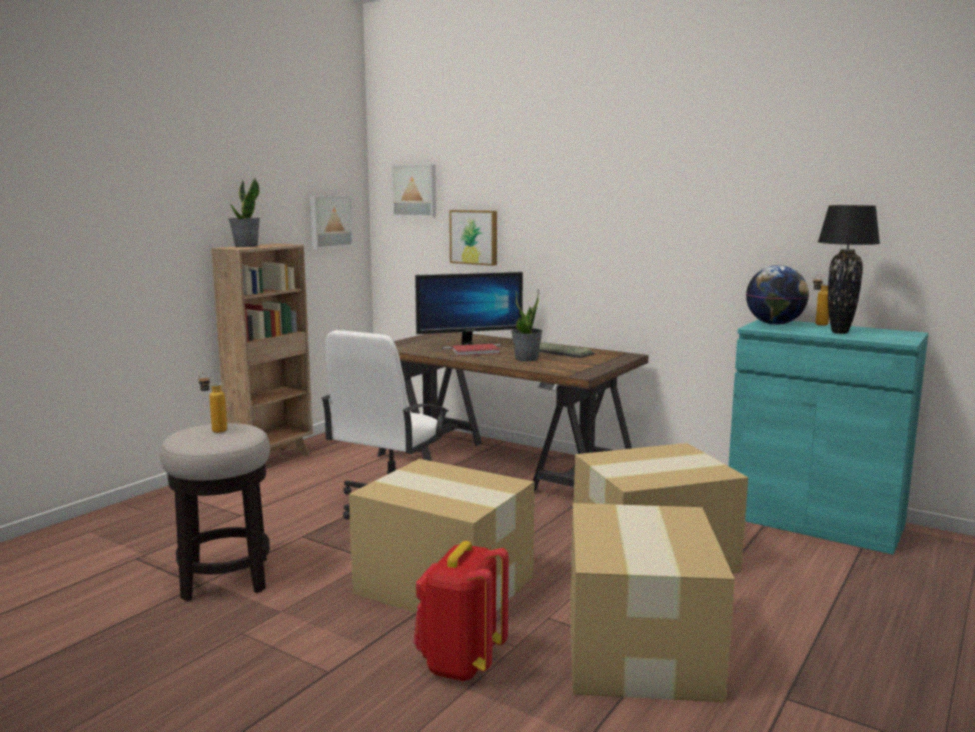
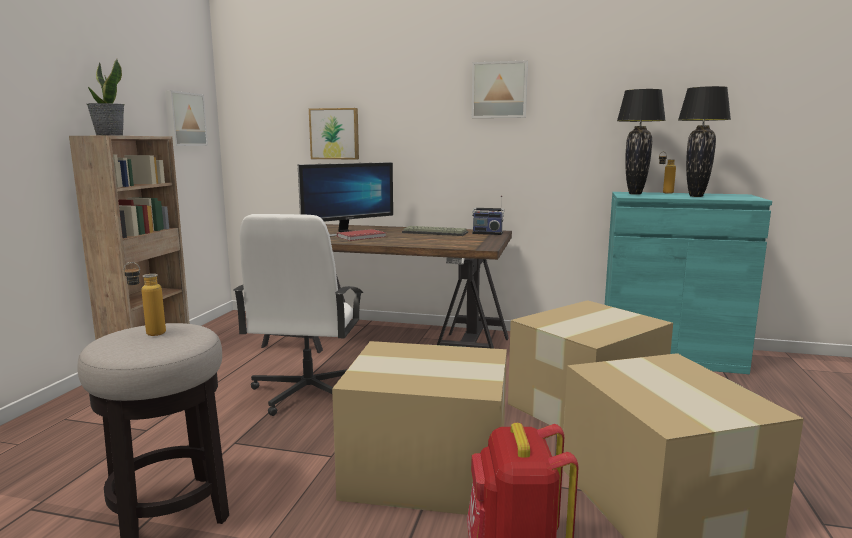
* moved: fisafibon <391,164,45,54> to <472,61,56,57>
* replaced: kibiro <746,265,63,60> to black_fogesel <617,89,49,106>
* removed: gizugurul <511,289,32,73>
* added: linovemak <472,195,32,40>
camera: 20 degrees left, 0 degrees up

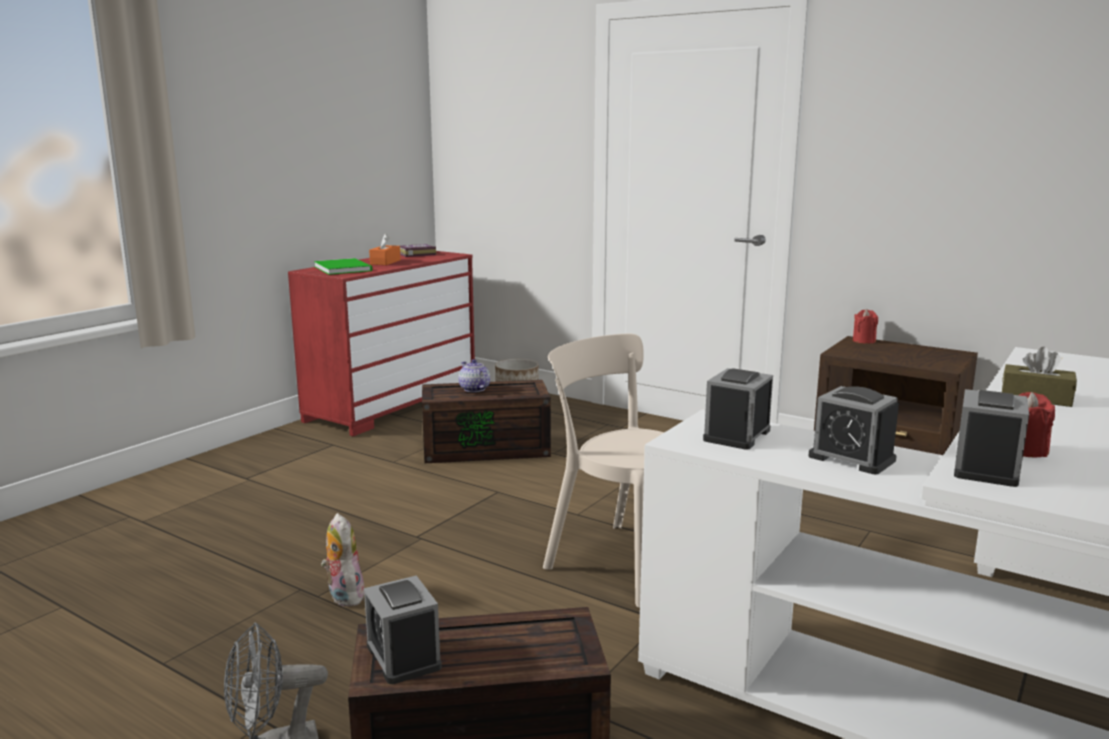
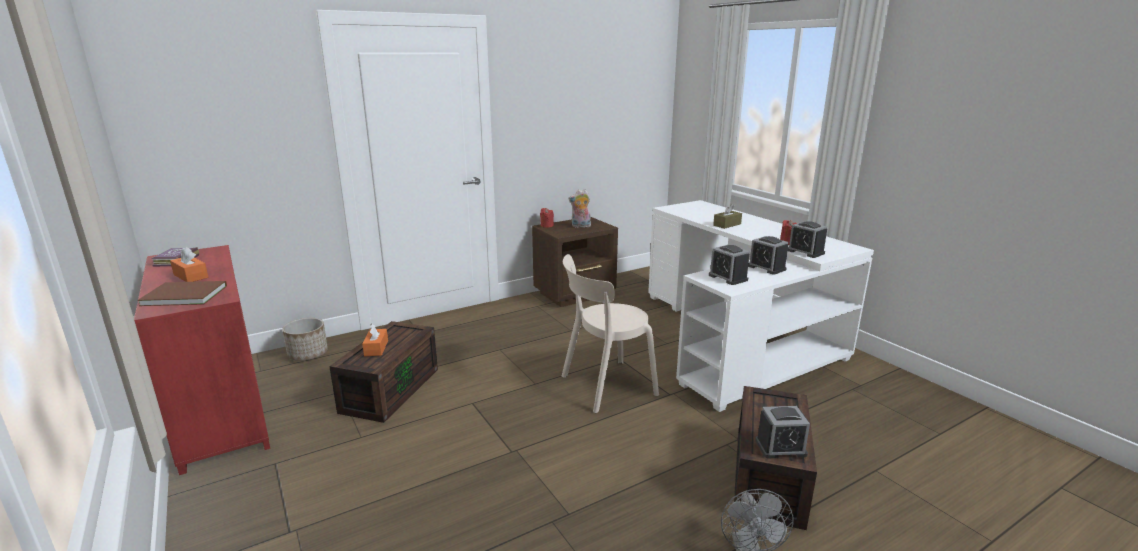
* recoloured: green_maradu <314,258,58,17> to brown_maradu <138,281,89,25>
* replaced: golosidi <459,359,31,33> to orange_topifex <362,324,26,32>
* turned: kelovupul <809,386,90,88> = <748,236,40,39> 75 degrees clockwise
* moved: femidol <321,513,43,94> to <568,189,23,39>
camera: 65 degrees left, 5 degrees up

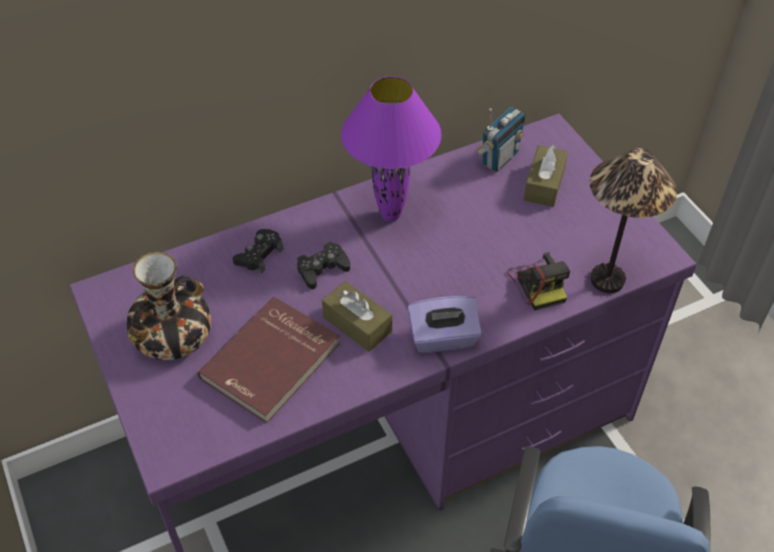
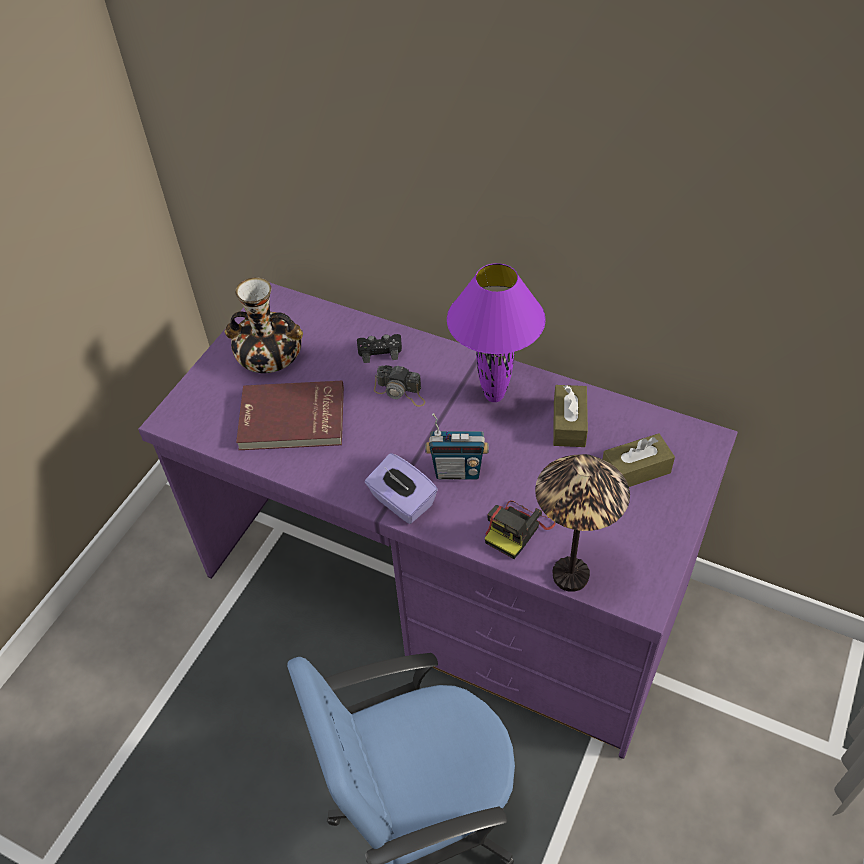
* moved: linovemak <476,107,50,65> to <425,413,64,67>
* replaced: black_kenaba <297,242,53,47> to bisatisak <374,365,51,42>
* moved: brown_topifex <322,281,70,71> to <553,385,35,62>
camera: 55 degrees right, 0 degrees up

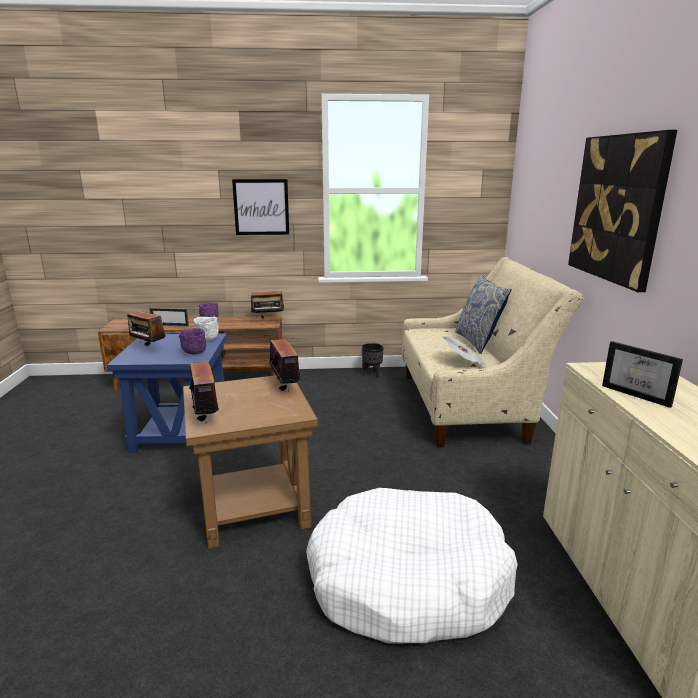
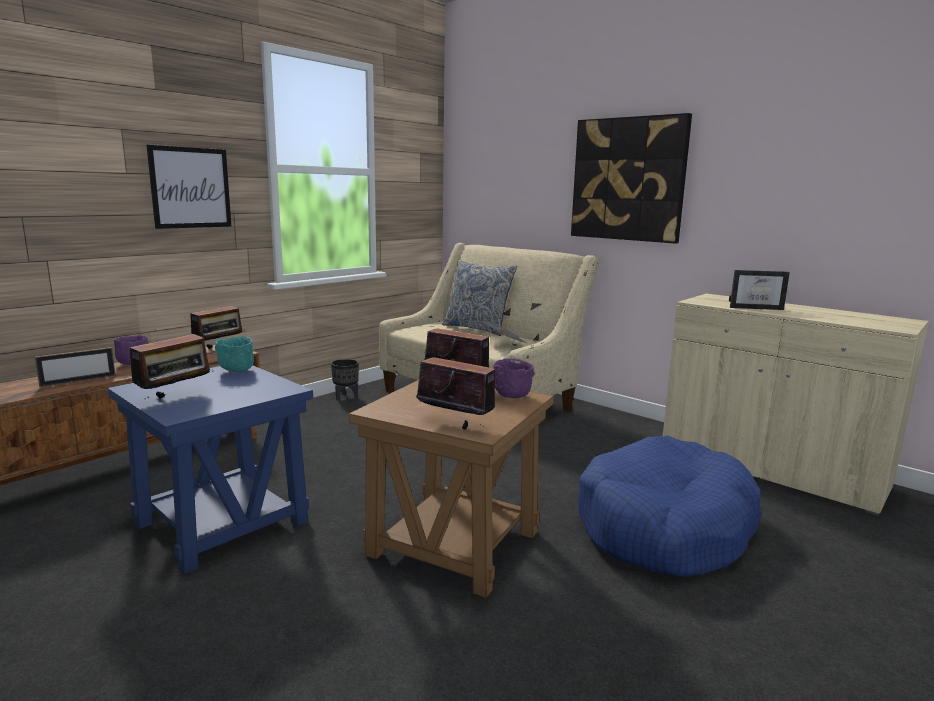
* turned: linovemak <127,304,39,42> = <130,334,84,65> 45 degrees counterclockwise
* recoloured: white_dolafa <194,317,24,23> to turquoise_dolafa <215,336,39,36>
* moved: purple_dolafa <179,328,27,26> to <494,358,41,40>
* recoloured: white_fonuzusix <306,488,212,156> to blue_fonuzusix <578,436,184,141>
camera: 45 degrees left, 5 degrees down

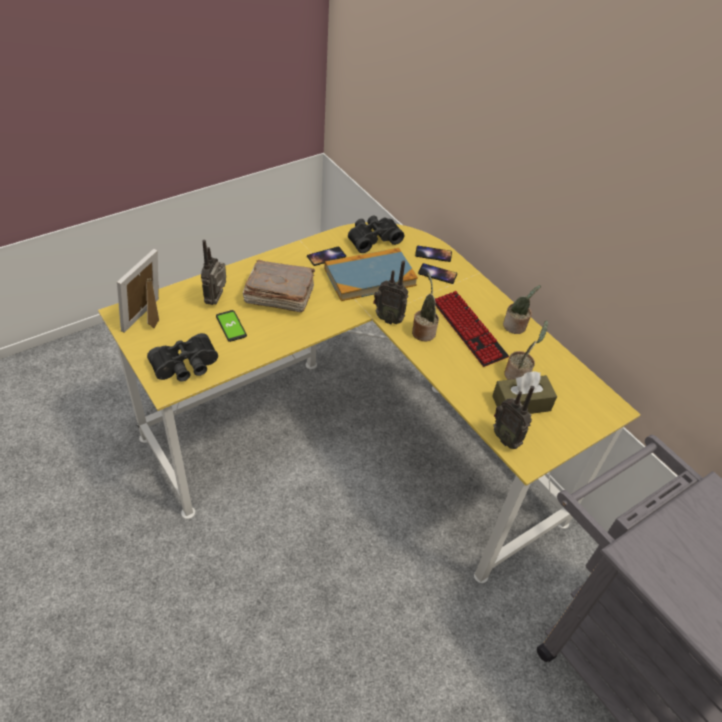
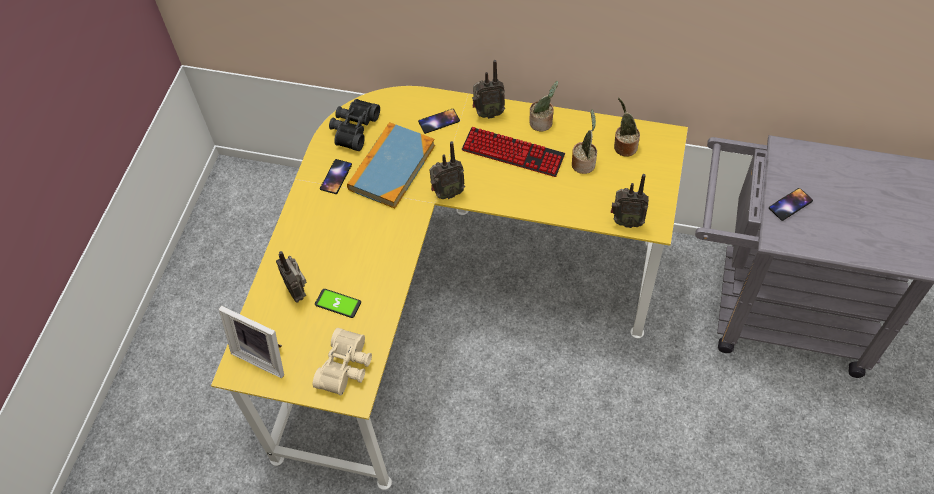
* moved: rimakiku <415,246,37,16> to <769,188,44,33>
* turned: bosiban <117,249,42,84> = <219,306,65,72> 45 degrees counterclockwise
* removed: brown_maradu <243,260,72,52>
* moved: gizugurul <412,272,27,69> to <614,98,26,58>
* recoloured: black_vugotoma <147,333,71,49> to beige_vugotoma <313,328,59,68>
* removed: brown_topifex <492,371,65,43>
* added: linovemak <472,60,33,59>
camera: 35 degrees left, 10 degrees up

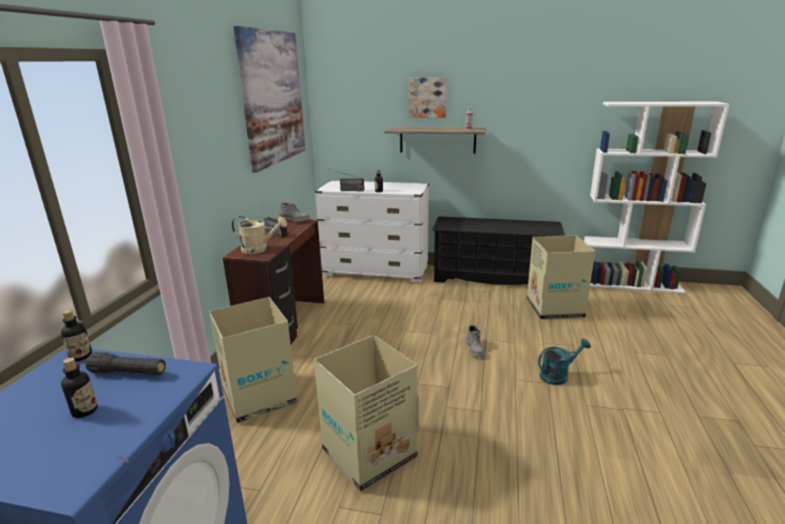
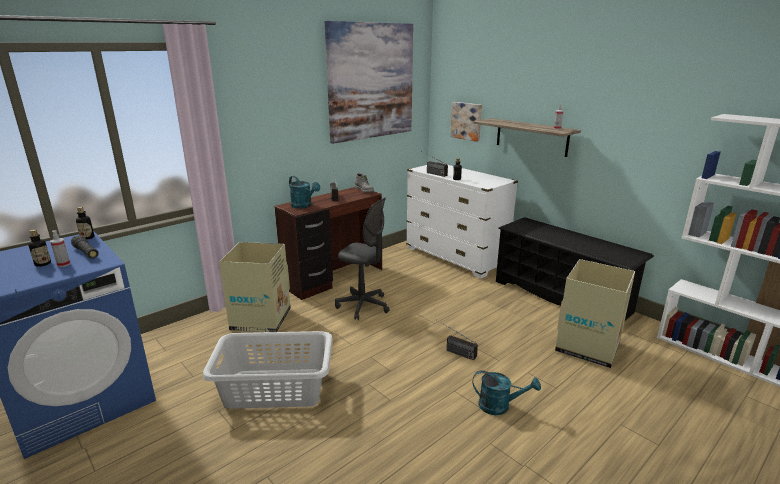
* moved: fisafibon <408,77,39,41> to <450,102,32,40>
* recoloured: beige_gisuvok <232,216,55,38> to turquoise_gisuvok <289,176,31,33>
* replaced: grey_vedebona <466,325,19,32> to linovemak <437,320,41,40>
* replaced: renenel <314,335,105,156> to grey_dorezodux <203,331,130,78>
* added: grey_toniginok <335,198,55,122>
* added: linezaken <50,230,20,37>
camera: 35 degrees right, 0 degrees up

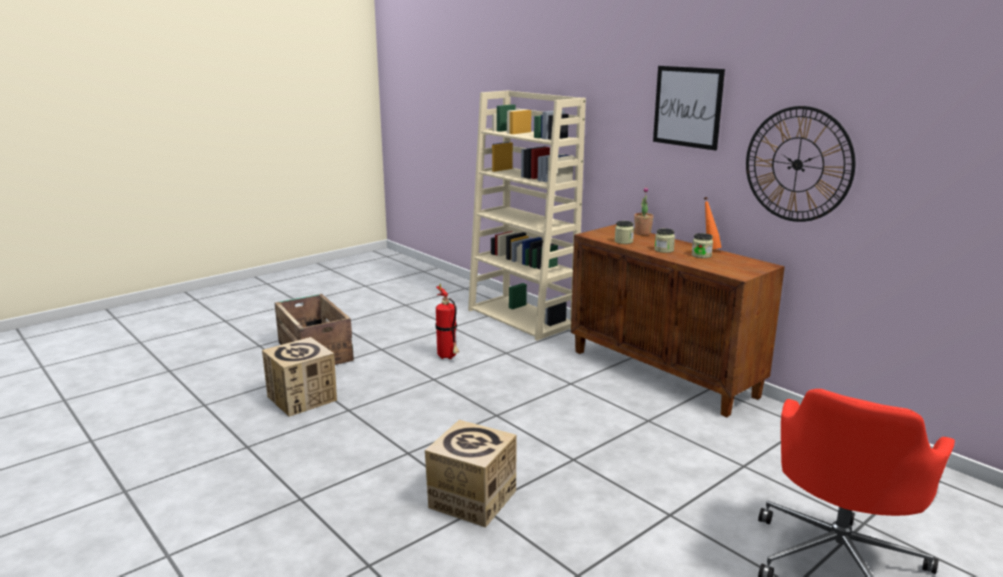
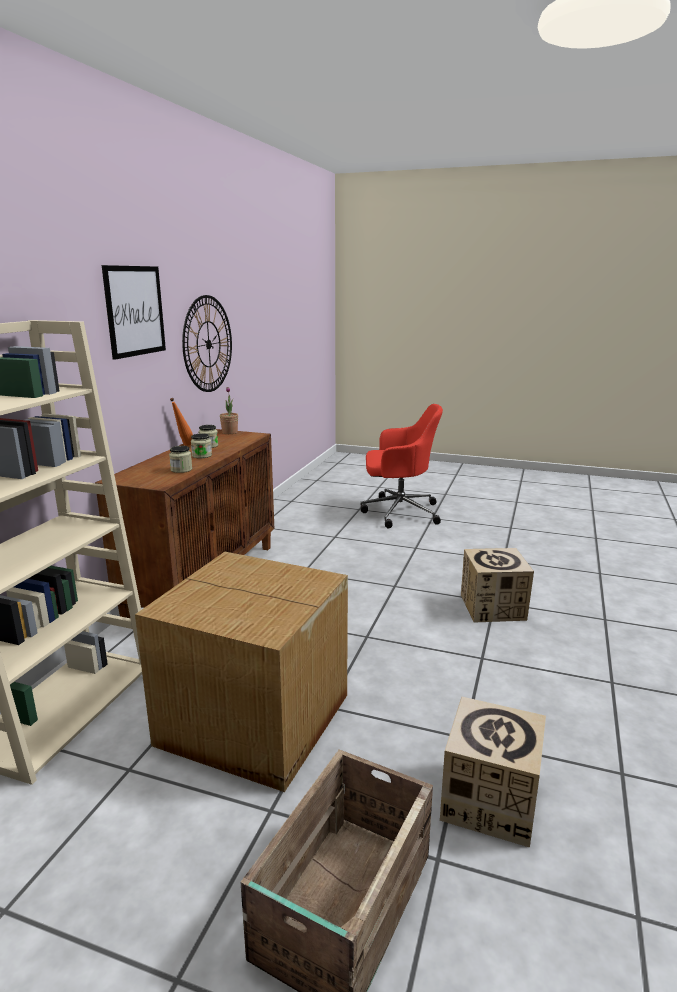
* moved: gizugurul <634,186,20,49> to <220,387,18,47>
* replaced: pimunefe <435,284,24,75> to renenel <135,552,213,240>
camera: 120 degrees left, 0 degrees up

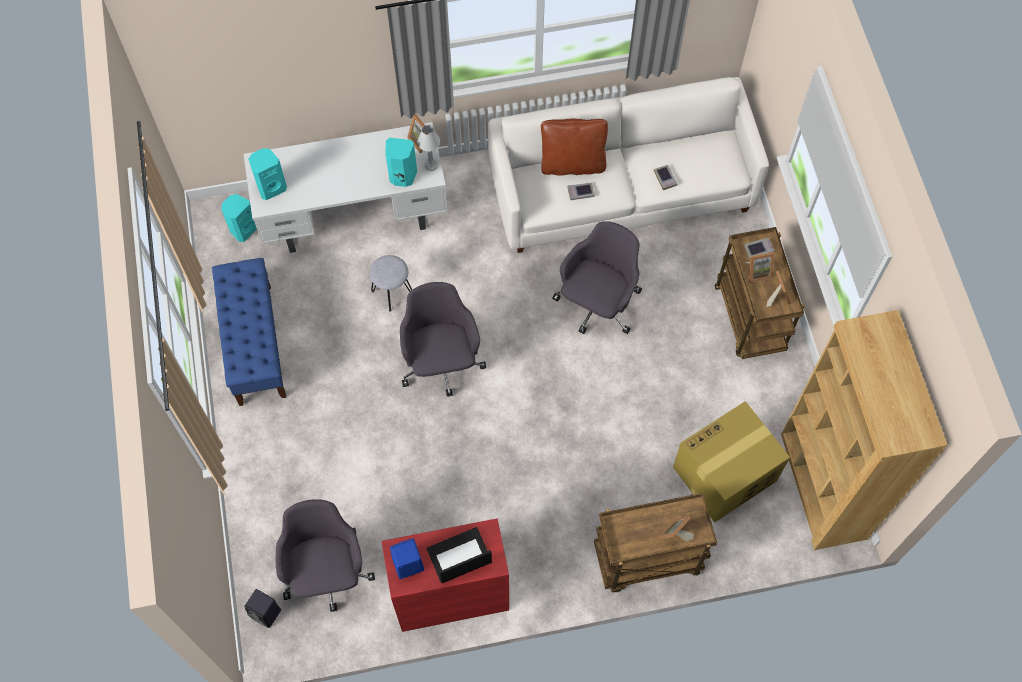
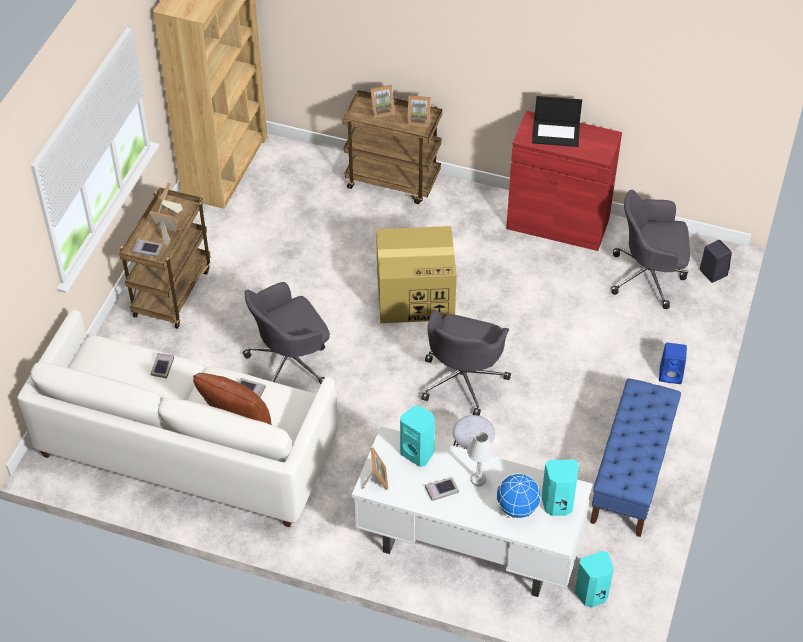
* moved: white_fogesel <418,125,22,46> to <467,432,27,54>
* moved: renenel <673,401,117,122> to <376,226,81,97>
* turned: grey_toniginok <276,499,99,113> = <611,190,79,119> 75 degrees clockwise
* moved: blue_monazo <390,539,34,40> to <659,343,28,41>
* added: bosiban <407,95,24,32>
* added: kibiro <496,473,45,46>
* added: maradu <425,477,34,24>
camera: 150 degrees left, 15 degrees down

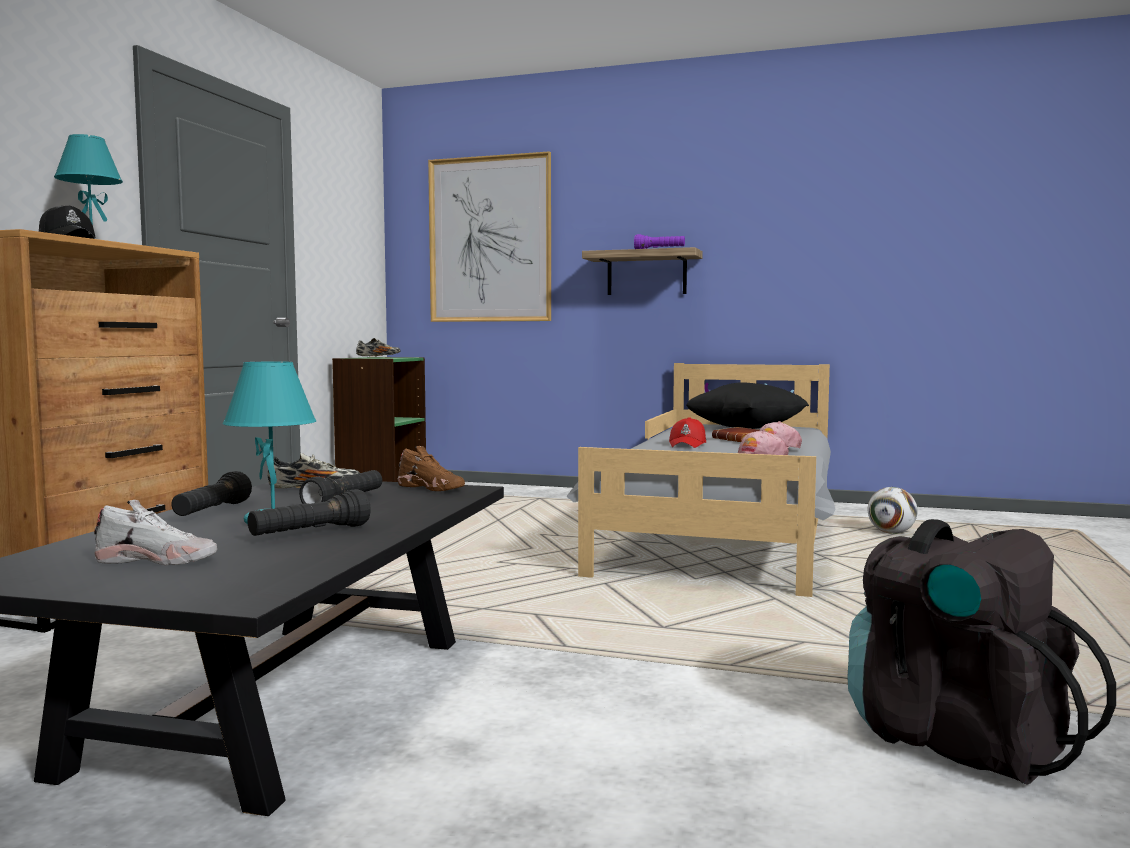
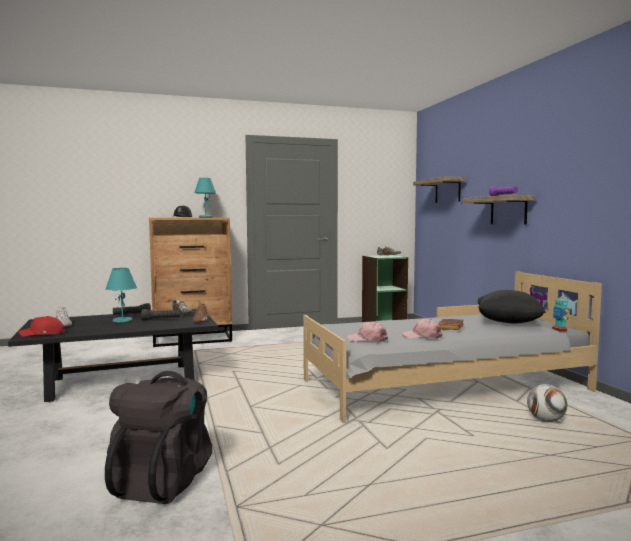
* replaced: fisafibon <428,151,123,171> to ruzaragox <413,176,53,27>
* moved: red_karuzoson <669,417,37,31> to <19,316,47,21>
* removed: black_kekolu <248,489,123,47>
* added: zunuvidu <552,296,18,35>
camera: 55 degrees right, 0 degrees up

